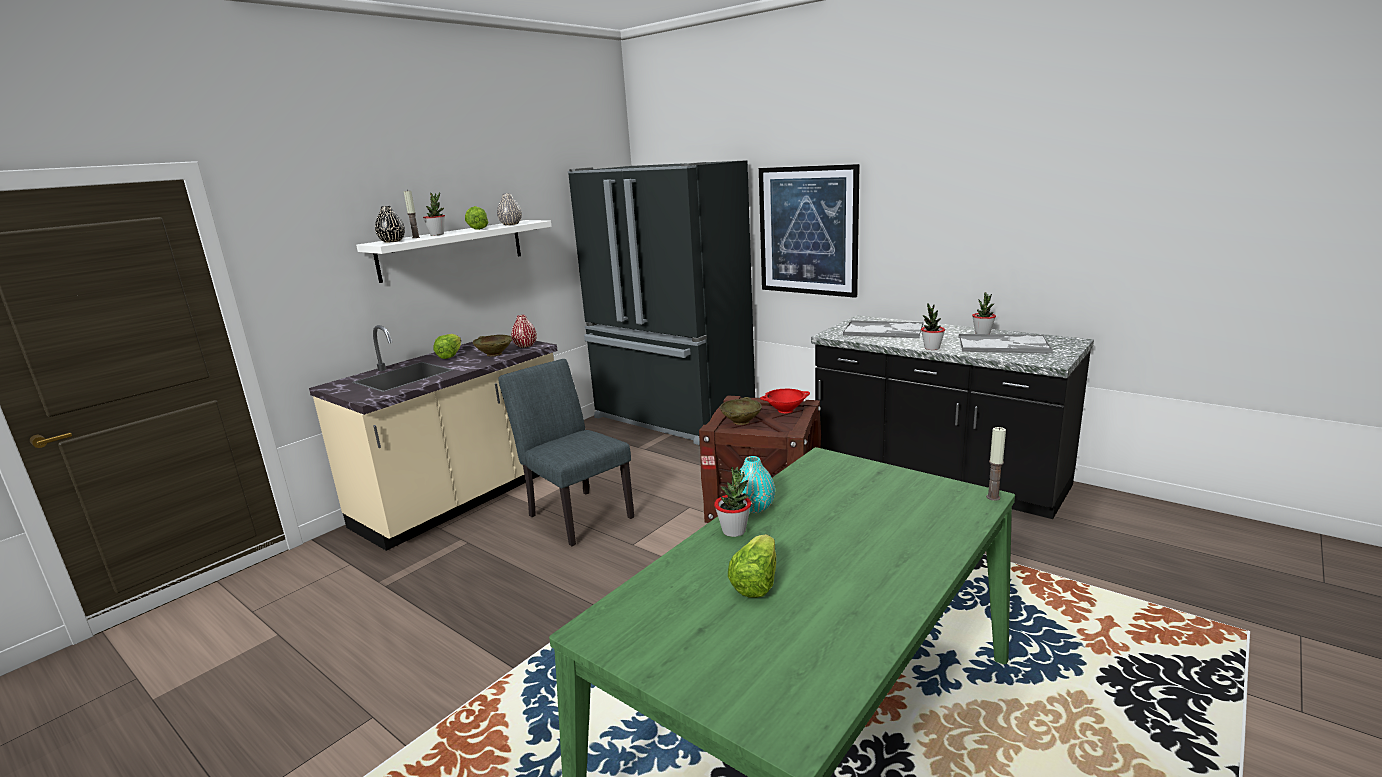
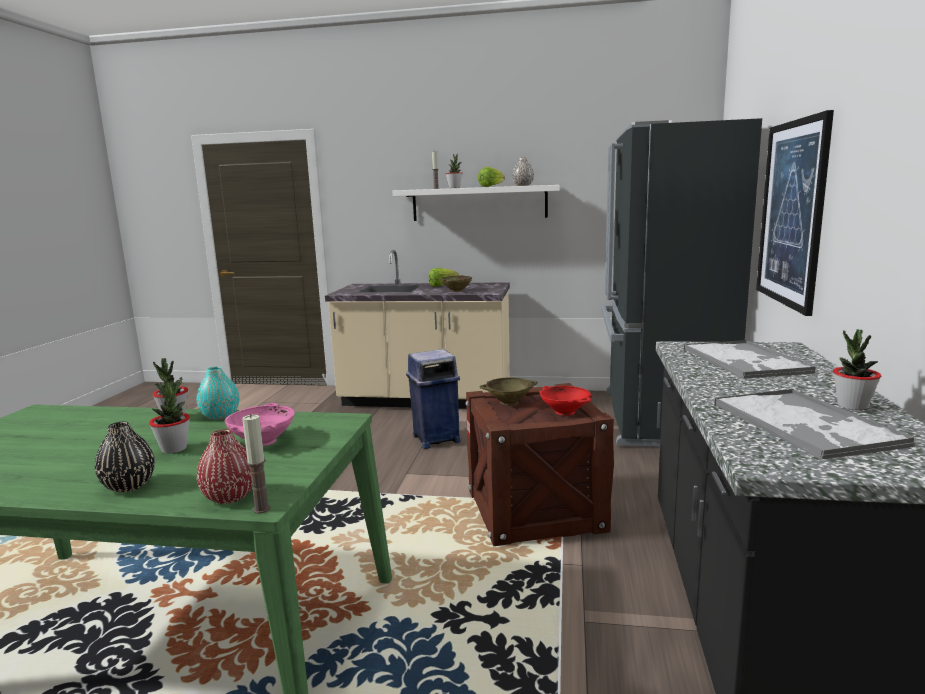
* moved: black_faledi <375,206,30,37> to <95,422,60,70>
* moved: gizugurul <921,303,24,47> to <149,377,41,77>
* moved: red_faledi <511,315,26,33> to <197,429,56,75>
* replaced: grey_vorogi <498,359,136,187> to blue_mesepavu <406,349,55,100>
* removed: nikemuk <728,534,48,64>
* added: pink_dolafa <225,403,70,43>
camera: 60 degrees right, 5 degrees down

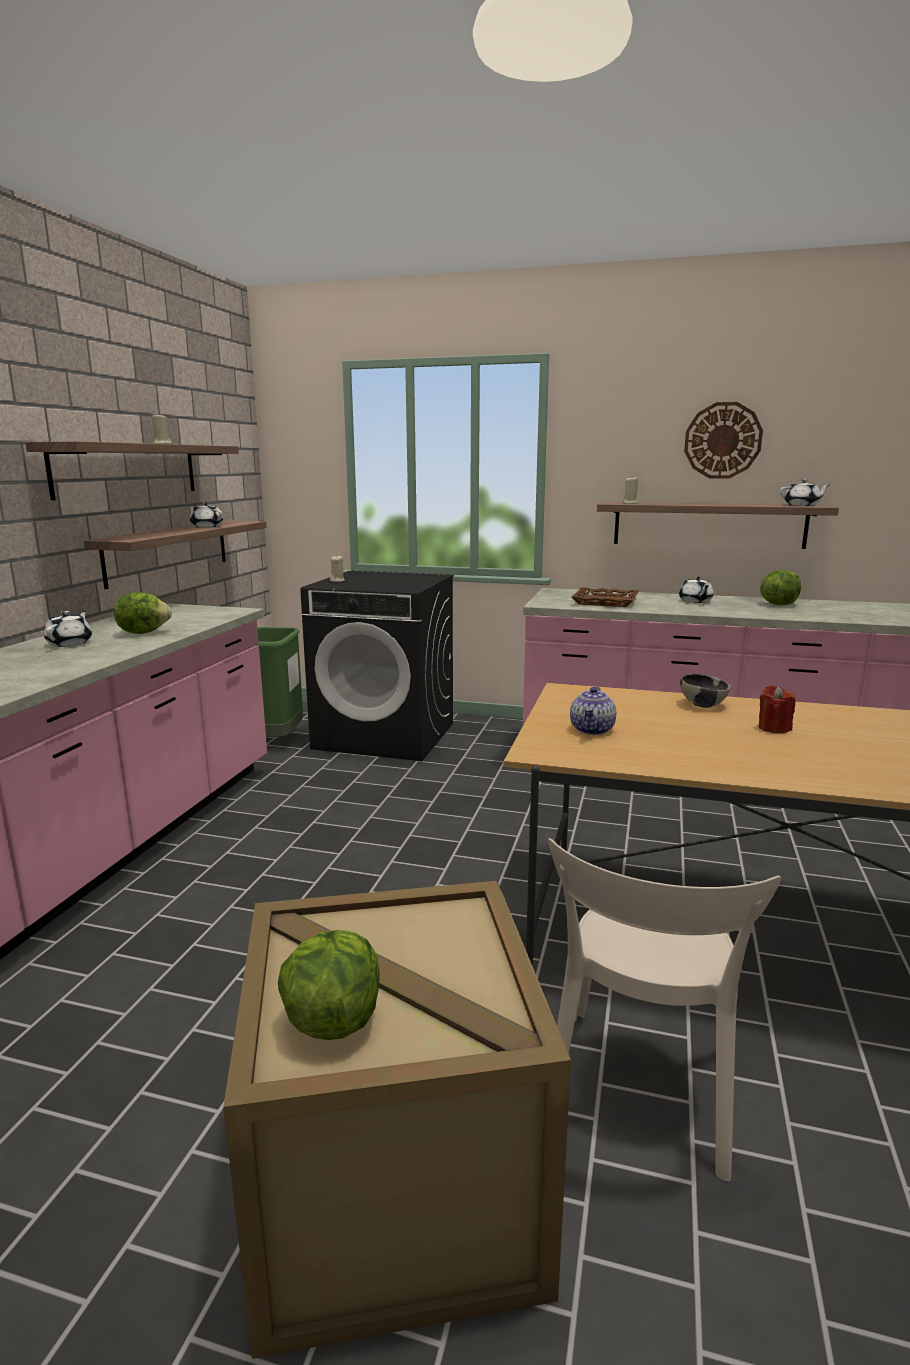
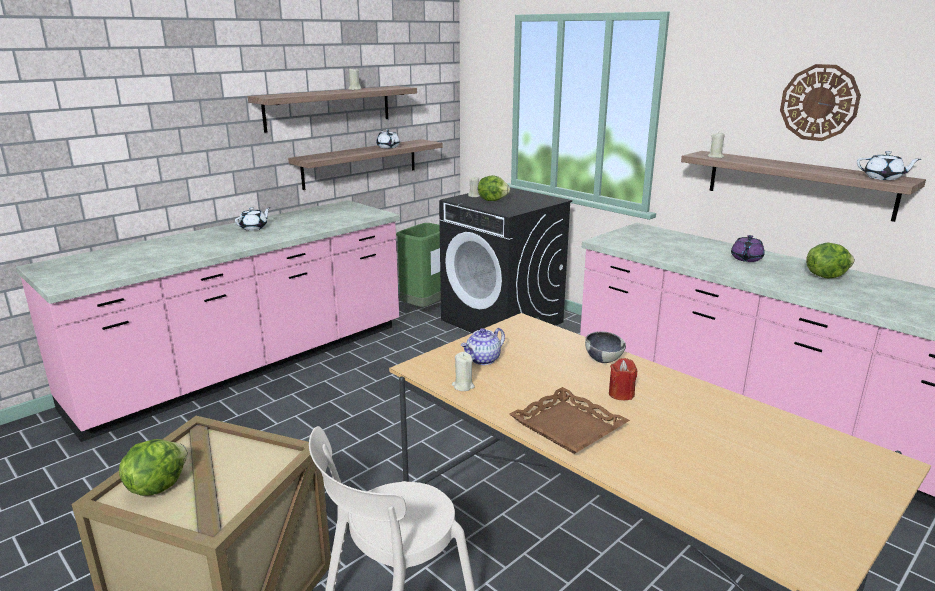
* recoloured: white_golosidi <679,576,35,27> to purple_golosidi <731,235,34,27>
* moved: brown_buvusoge <572,587,67,20> to <509,387,121,67>
* moved: nikemuk <114,592,58,42> to <478,175,32,26>
* added: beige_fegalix <452,352,23,39>
camera: 30 degrees right, 5 degrees up

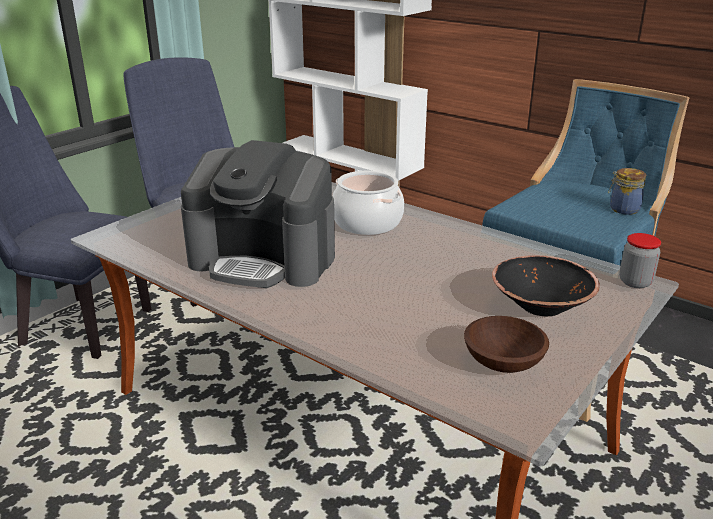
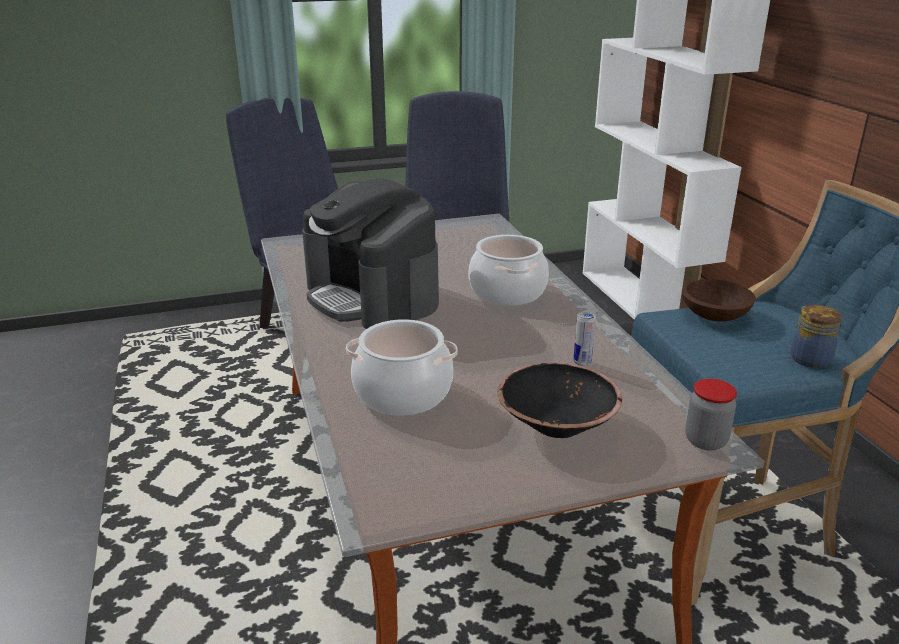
* moved: brown_dolafa <464,316,85,57> to <682,279,74,43>
* added: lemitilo <573,312,23,54>
* added: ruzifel <346,319,112,96>
camera: 35 degrees right, 0 degrees up

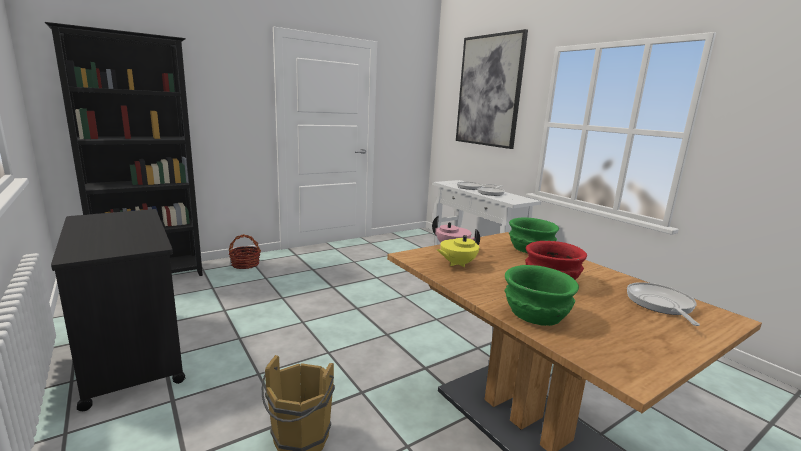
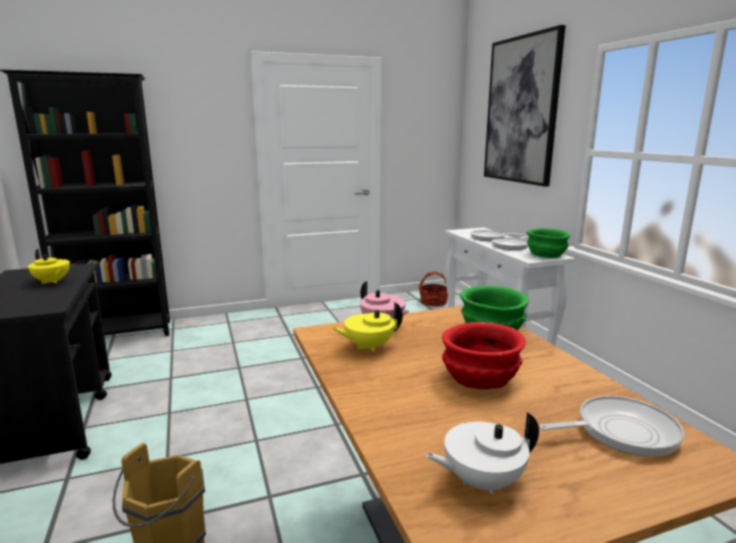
* moved: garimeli <229,234,32,35> to <419,272,29,34>
* moved: green_dolafa <504,265,75,61> to <527,228,43,30>
* turned: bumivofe <627,282,73,44> = <539,396,145,61> 60 degrees clockwise
* added: yellow_golosidi <28,249,42,35>
* added: white_golosidi <425,412,114,83>
camera: 15 degrees right, 0 degrees up

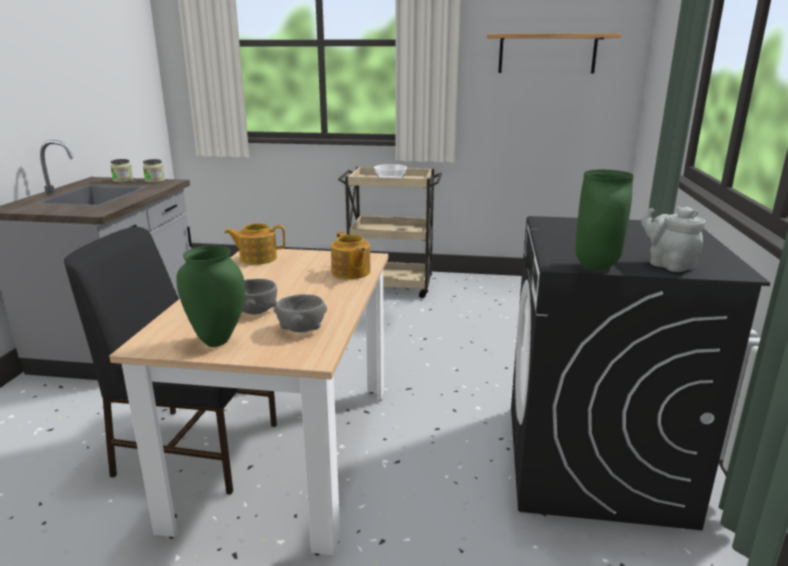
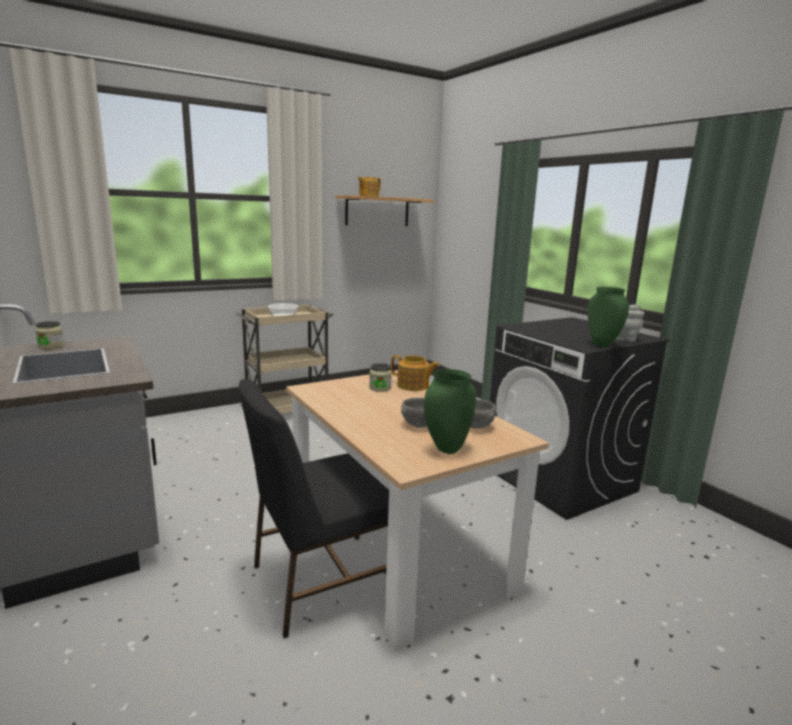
* moved: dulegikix <143,159,22,24> to <369,363,23,29>
* moved: golosidi <225,223,60,42> to <357,177,23,20>
camera: 40 degrees left, 5 degrees down

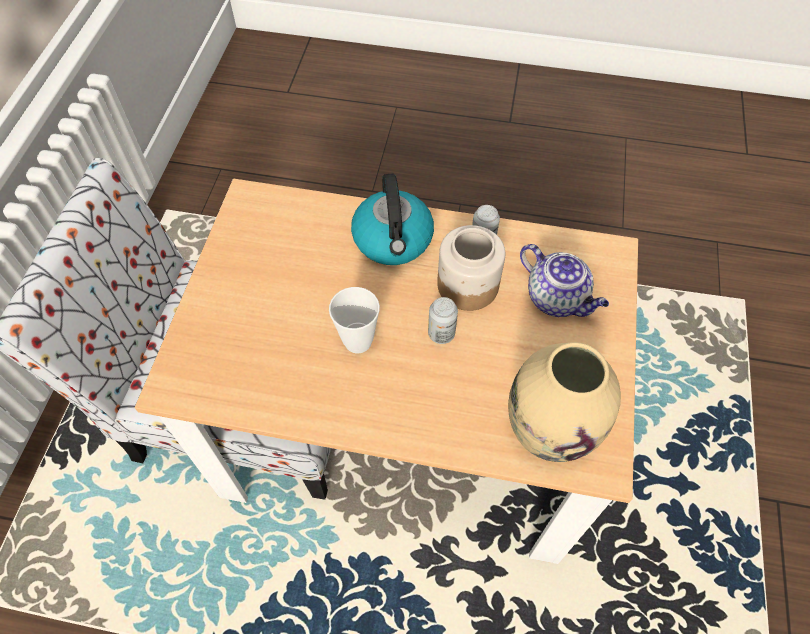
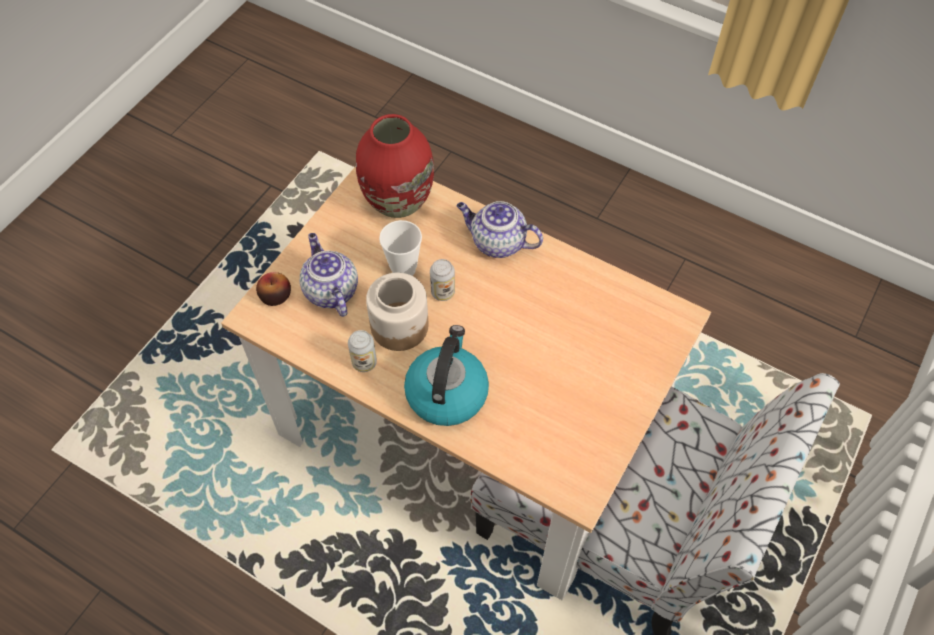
* moved: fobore <329,287,51,66> to <379,220,43,56>
* recoloured: beige_faledi <508,342,113,120> to red_faledi <356,114,78,104>
* added: golosidi <457,201,86,57>
* added: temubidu <256,272,35,34>
camera: 160 degrees left, 0 degrees up

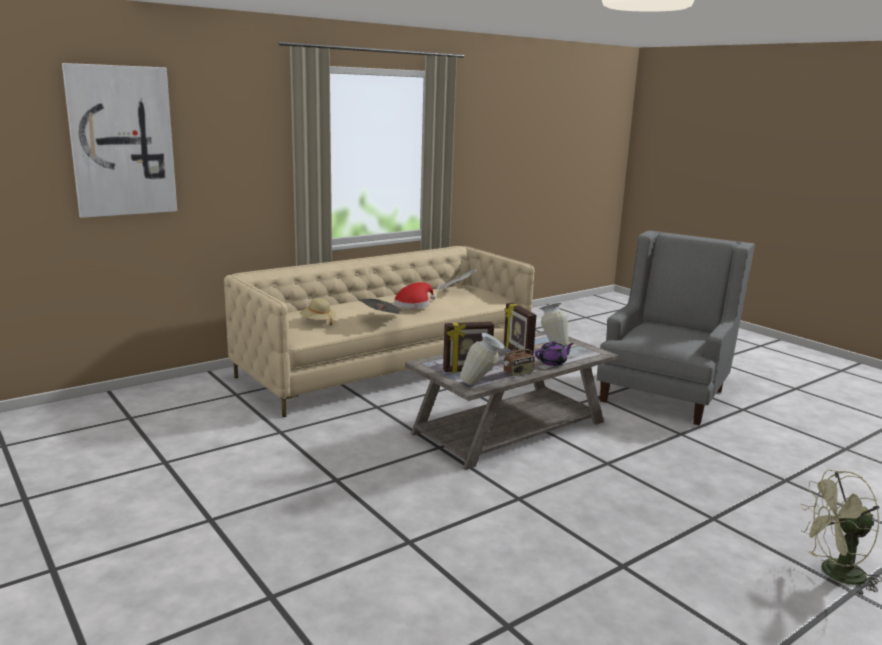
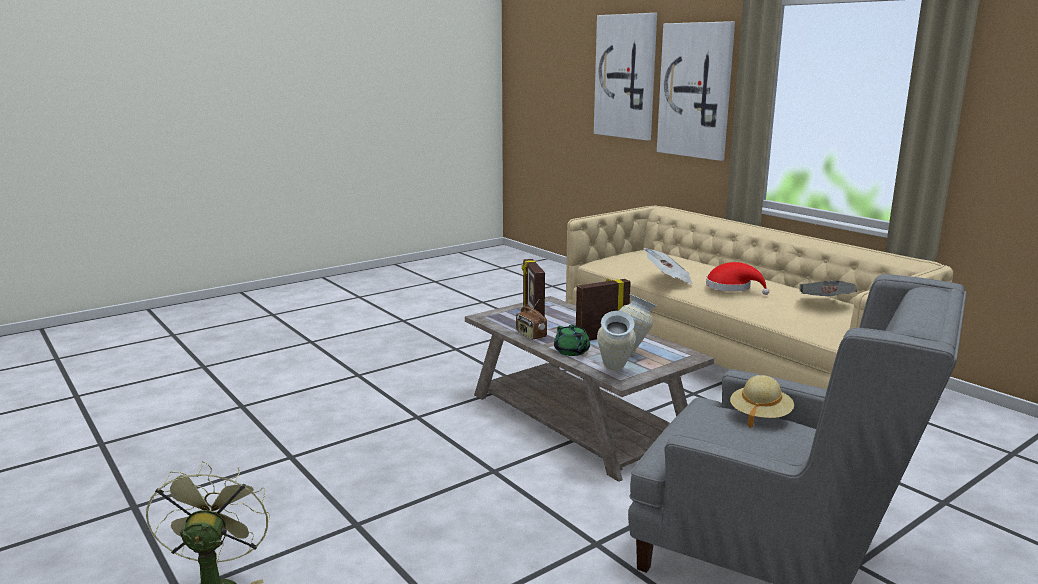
* moved: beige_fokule <300,298,36,28> to <730,375,64,53>
* moved: faledi <460,333,44,53> to <597,311,39,60>
* recoloured: purple_golosidi <535,341,39,25> to green_golosidi <554,324,36,32>
* added: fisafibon <657,21,78,140>
camera: 90 degrees right, 0 degrees up

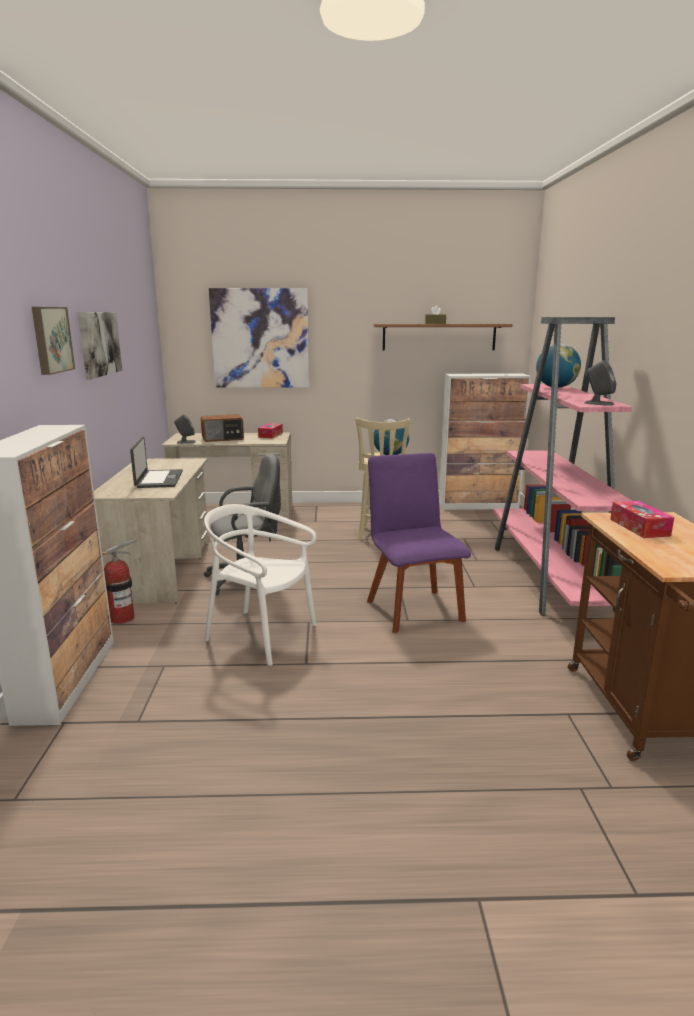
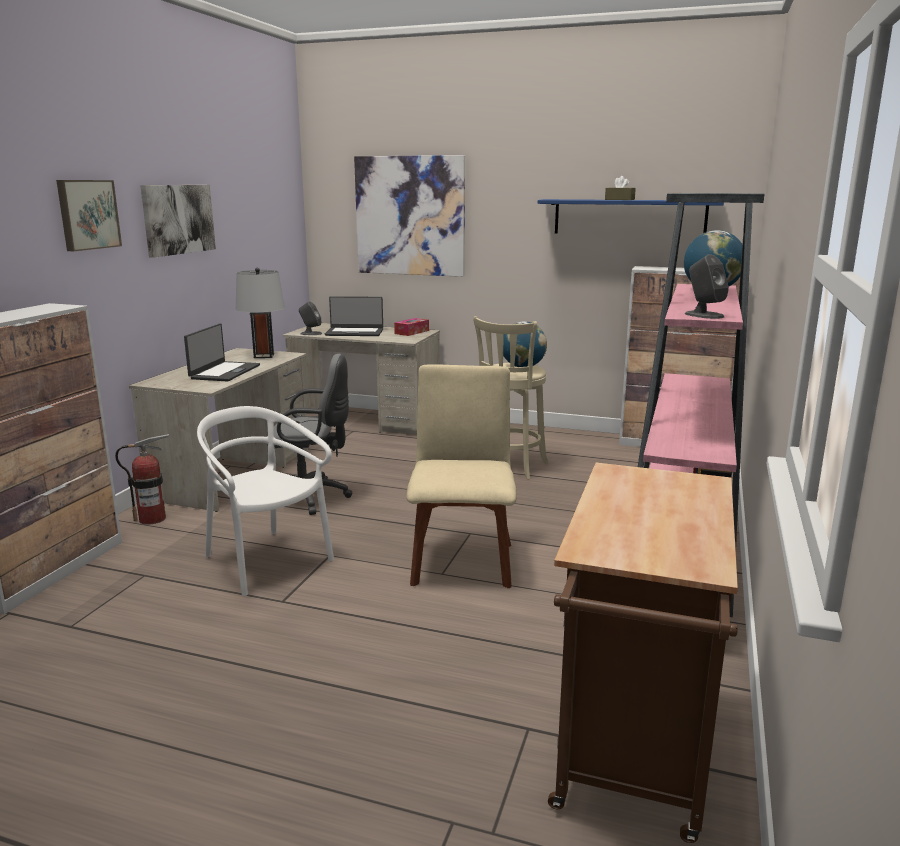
* recoloured: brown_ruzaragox <373,324,140,26> to blue_ruzaragox <538,199,186,35>
* replaced: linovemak <201,414,43,28> to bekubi <325,296,58,40>
* recoloured: purple_vorogi <367,453,104,180> to beige_vorogi <406,364,111,224>
* removed: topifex <610,501,64,37>
* added: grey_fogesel <235,267,50,91>
camera: 20 degrees right, 0 degrees up

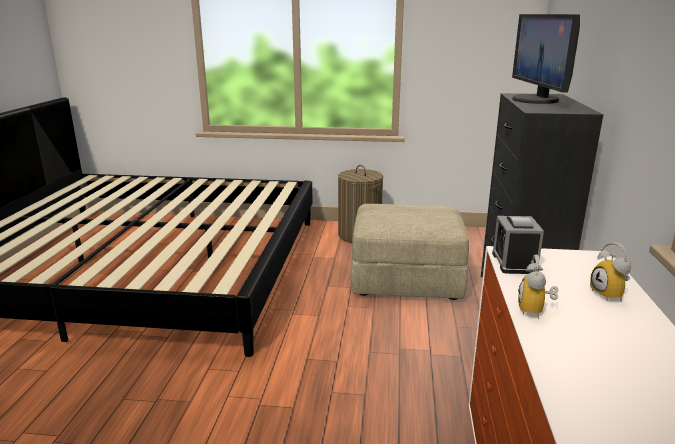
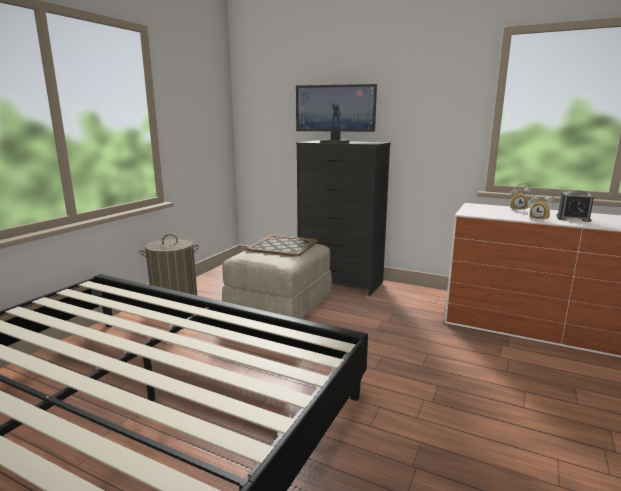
* moved: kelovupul <492,216,52,58> to <556,190,38,32>
* added: buvusoge <246,235,72,22>
camera: 70 degrees left, 5 degrees down

